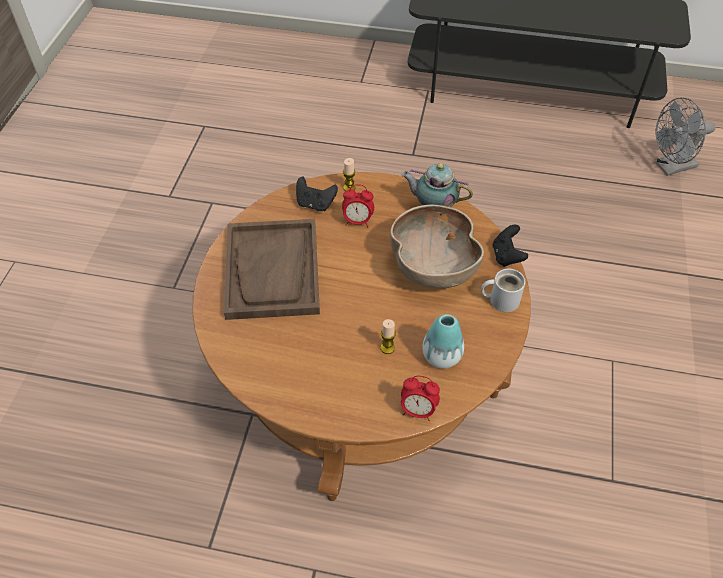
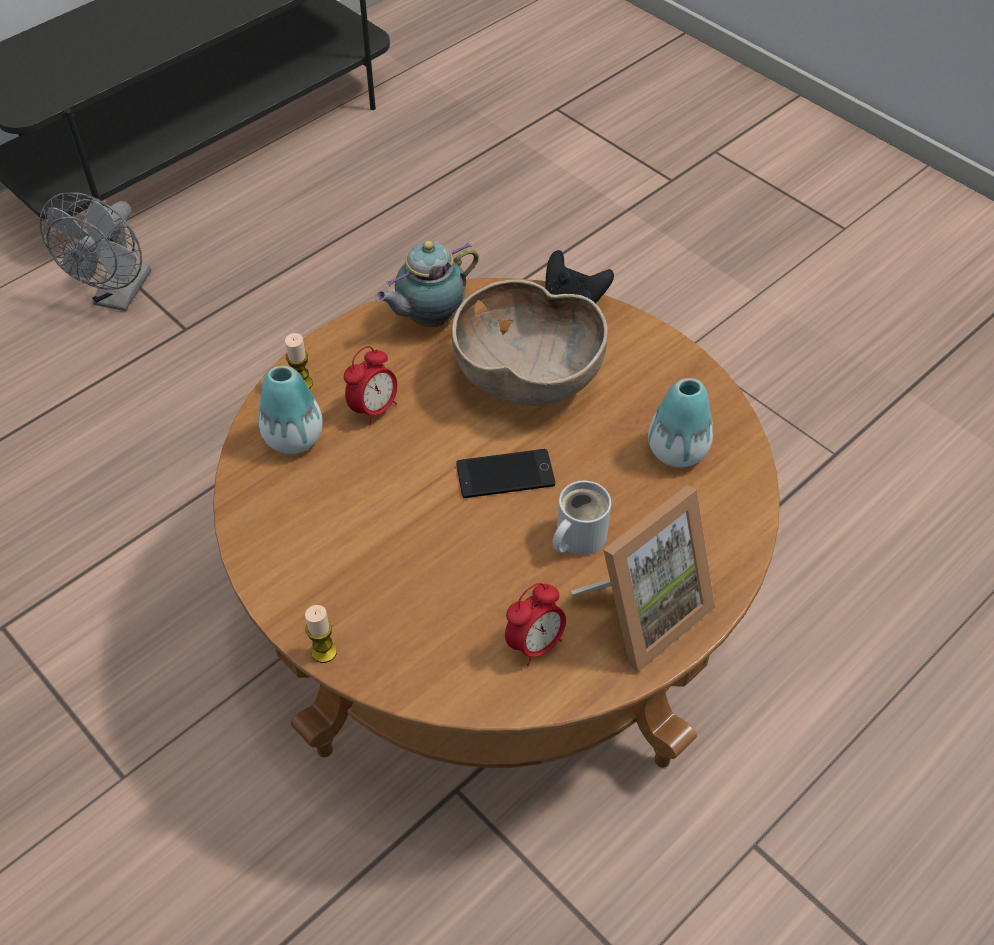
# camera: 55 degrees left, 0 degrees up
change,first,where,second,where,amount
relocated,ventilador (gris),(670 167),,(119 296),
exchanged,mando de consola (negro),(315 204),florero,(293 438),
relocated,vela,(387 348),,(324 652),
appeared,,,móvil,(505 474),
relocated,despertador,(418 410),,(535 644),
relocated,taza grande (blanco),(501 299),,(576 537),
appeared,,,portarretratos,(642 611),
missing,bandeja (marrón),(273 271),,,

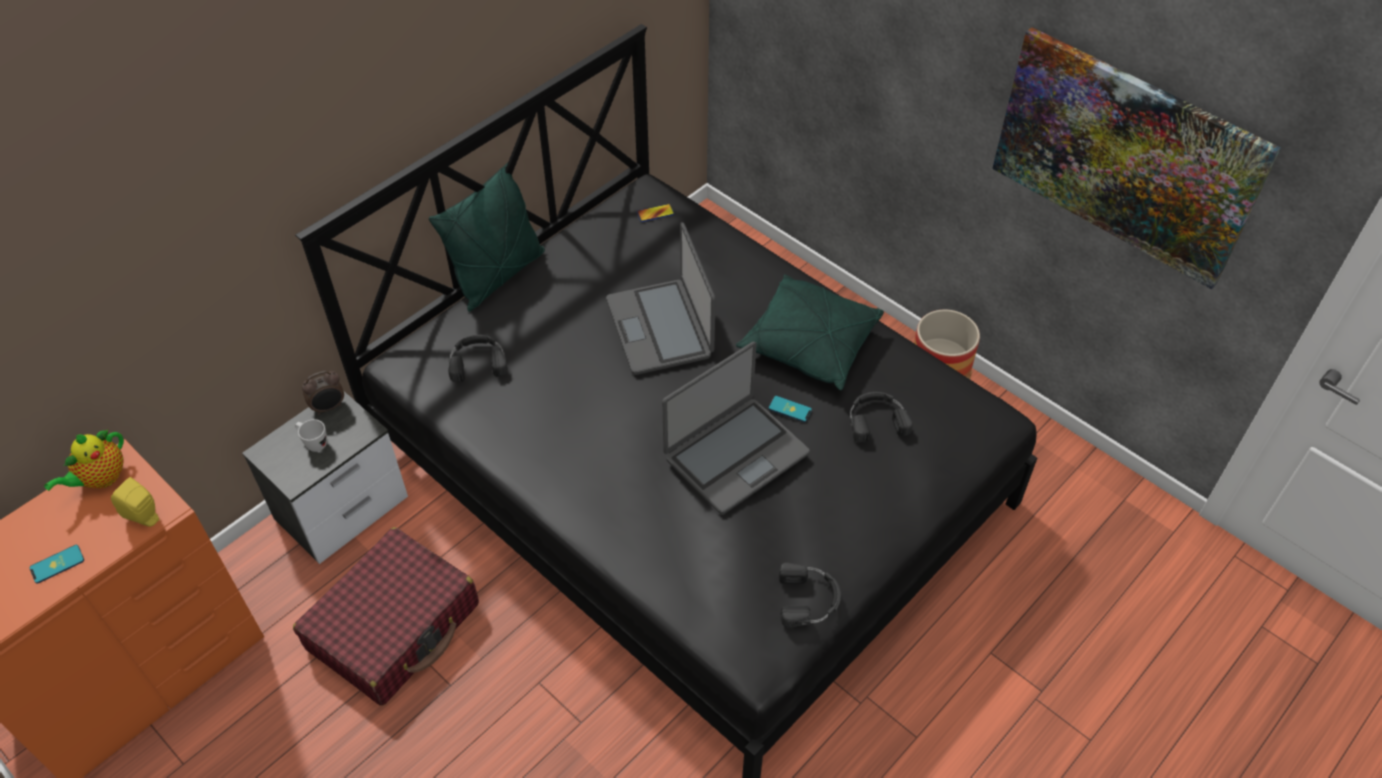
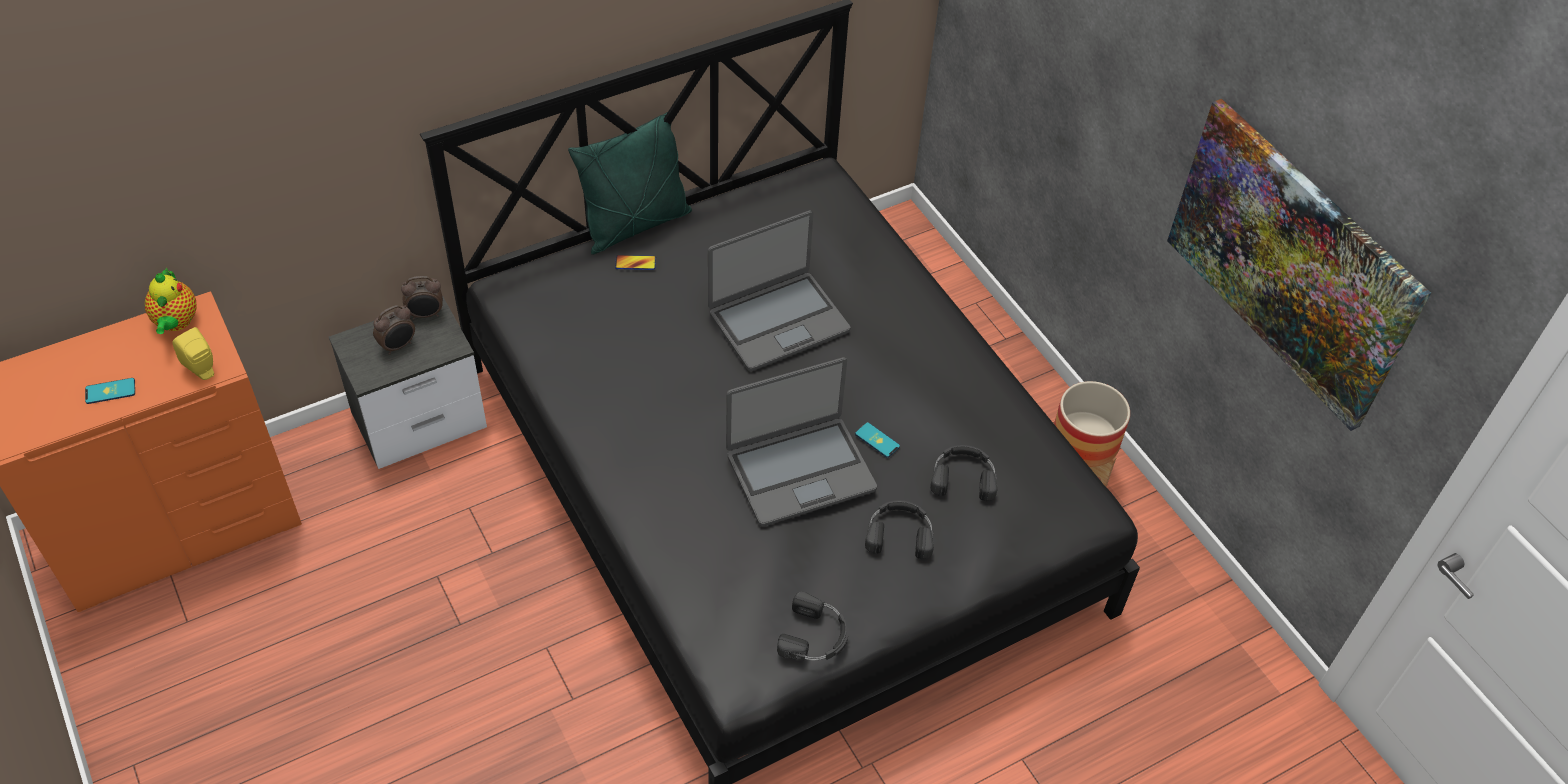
# camera: 15 degrees right, 0 degrees up
change,first,where,second,where,amount
spun,tetera,(101 479),,(176 323),60 degrees counterclockwise
exchanged,taza grande (blanco),(313 443),despertador,(398 346),
relocated,móvil,(655 213),,(635 263),
spun,portátil,(660 328),,(778 321),120 degrees counterclockwise
relocated,auriculares (negro),(477 361),,(900 532),
missing,maleta (rojo),(394 626),,,
missing,cojín (verde),(809 344),,,

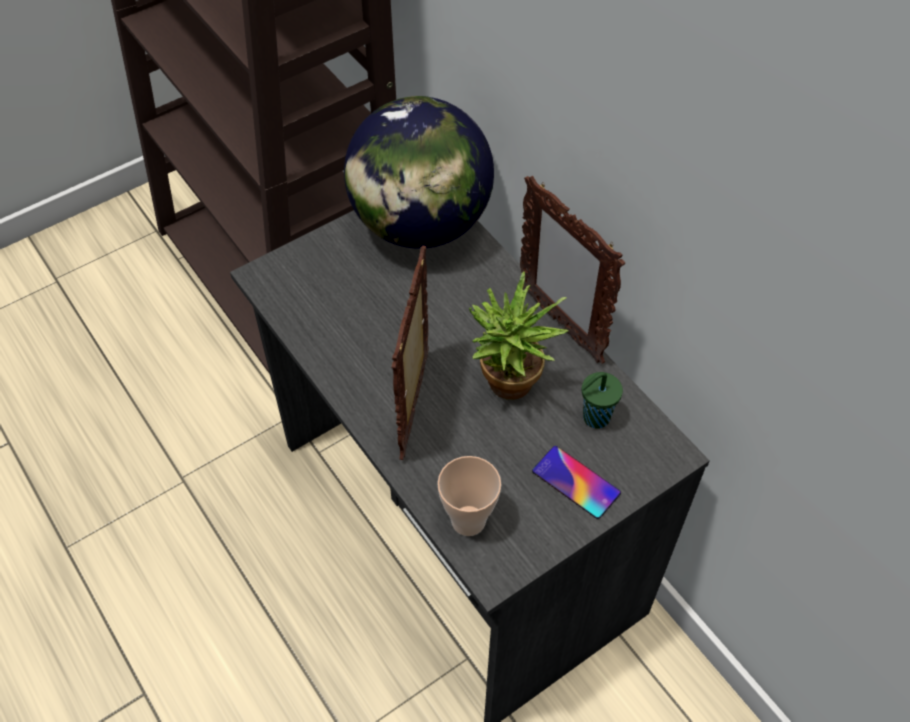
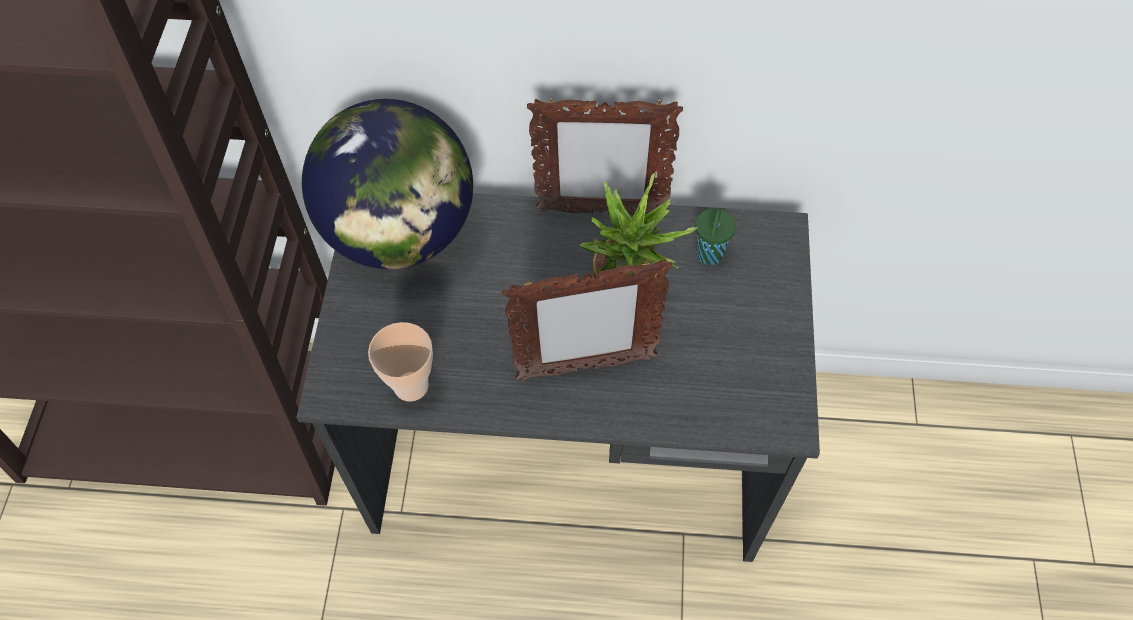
# camera: 50 degrees left, 5 degrees up
change,first,where,second,where,amount
relocated,taza,(468 520),,(411 386),
spun,portarretratos,(416 404),,(585 368),60 degrees counterclockwise
missing,móvil,(576 482),,,

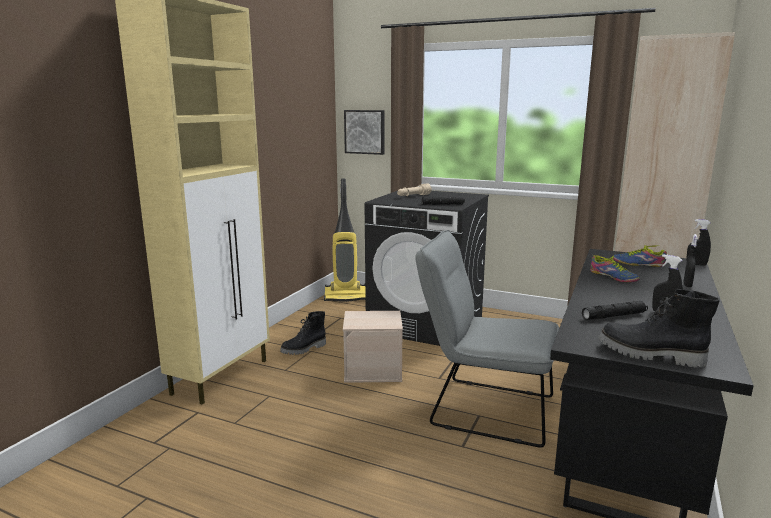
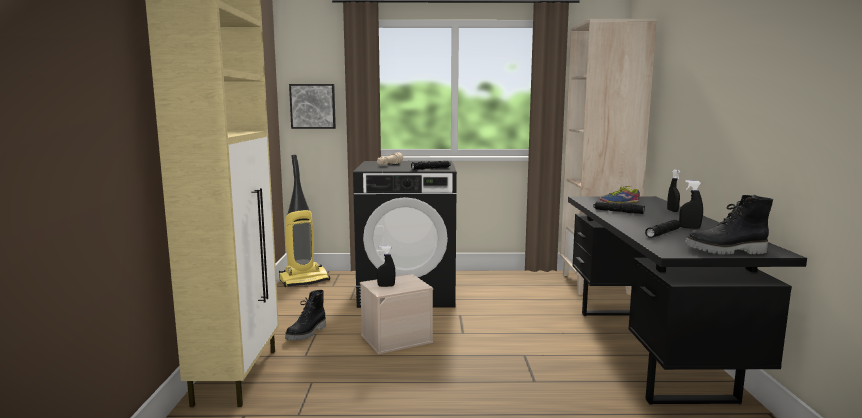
# camera: 25 degrees left, 5 degrees down
change,first,where,second,where,amount
relocated,pulverizador (negro),(696 264),,(386 286),
exchanged,zapato,(612 277),linterna (negro),(618 211),
missing,silla (gris),(483 409),,,

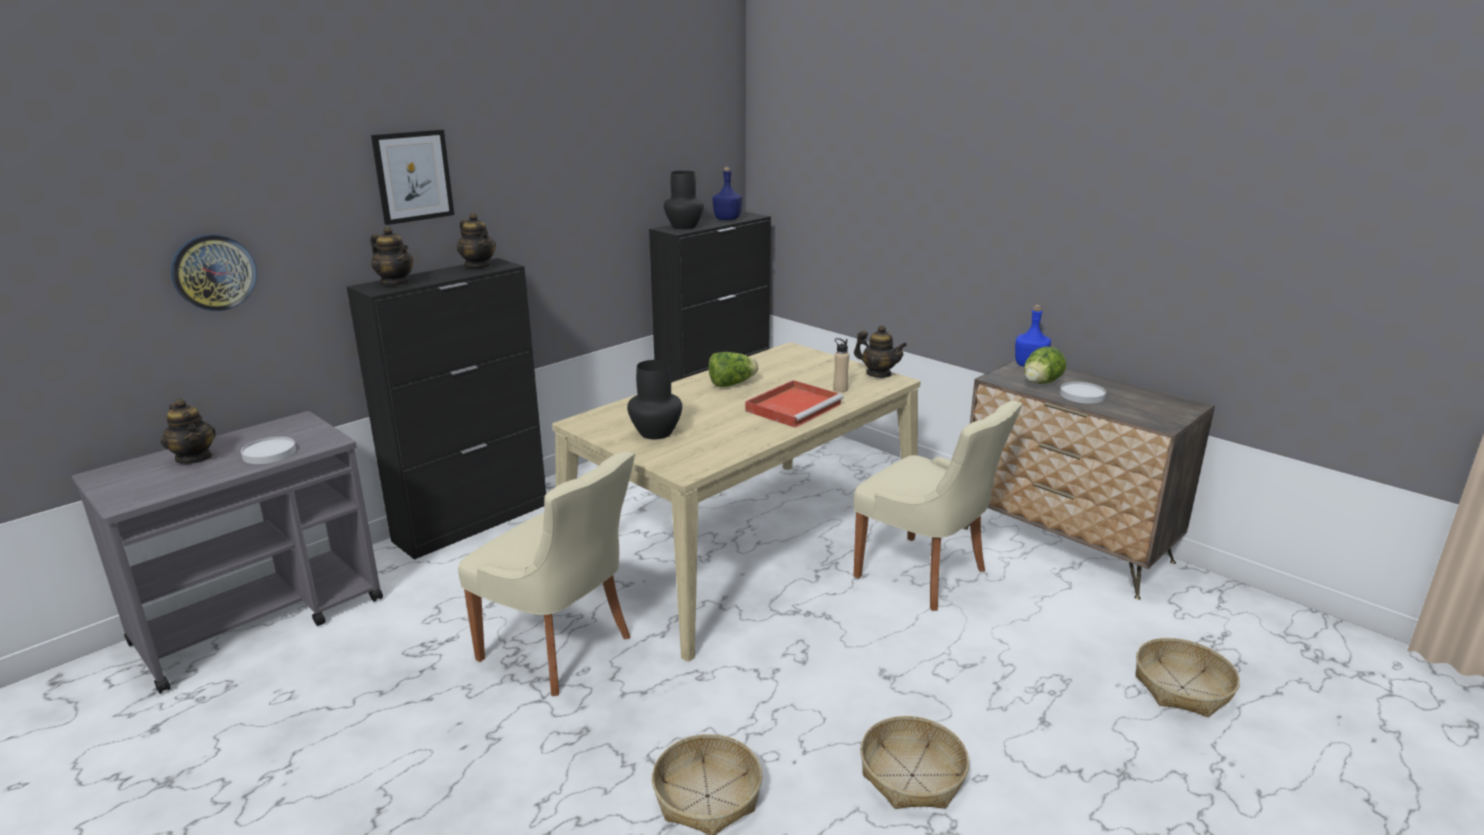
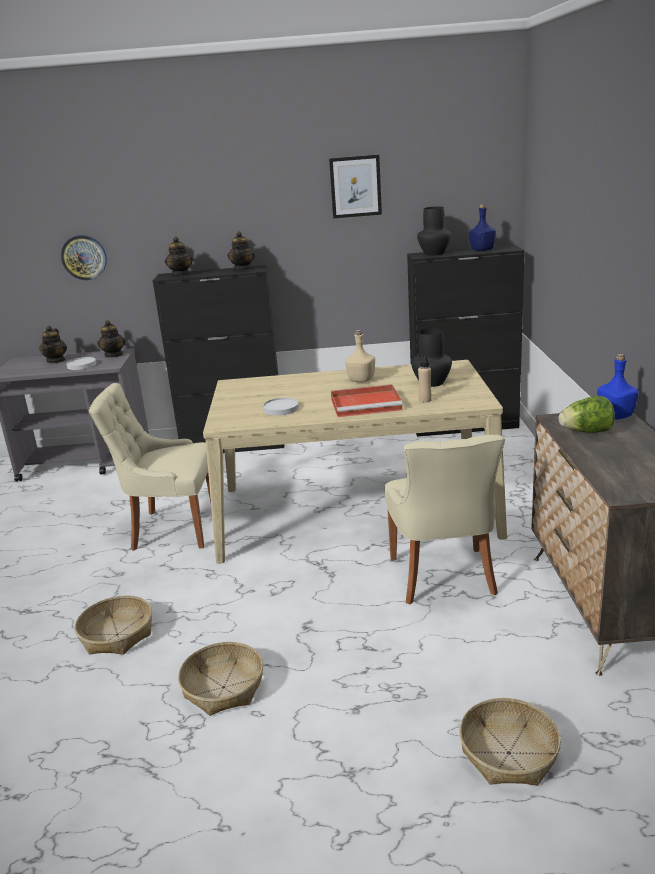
# camera: 45 degrees right, 0 degrees up
change,first,where,second,where,amount
spun,silla (beis),(560 649),,(171 529),105 degrees clockwise
relocated,tetera,(878 374),,(114 355),
relocated,plato (blanco),(1082 395),,(281 408),
relocated,cuadro,(413 176),,(355 186),
exchanged,lechuga,(731 384),botella (beis),(361 380),
relocated,florero (negro),(656 433),,(431 383),

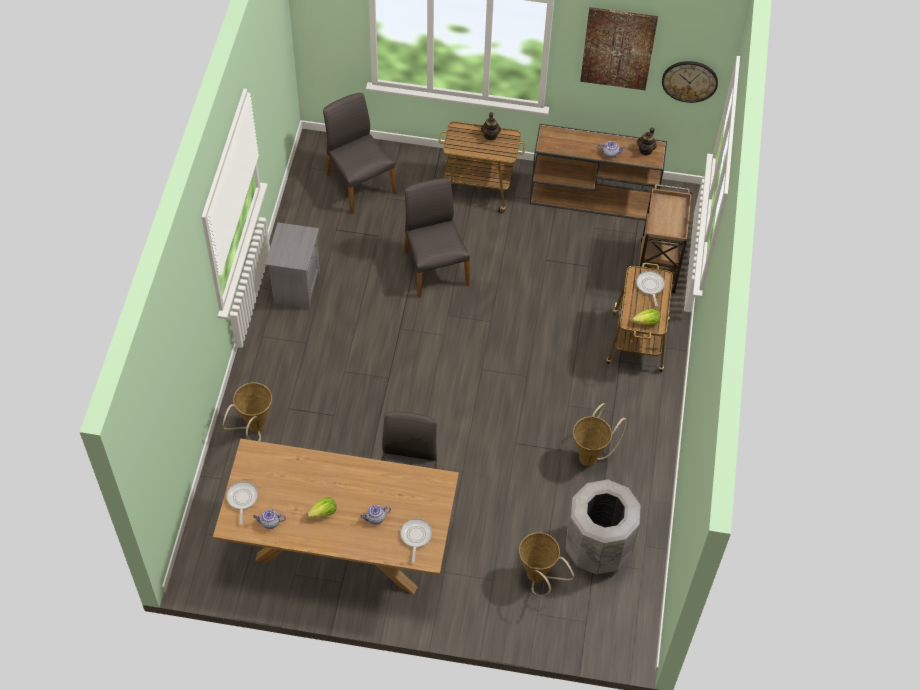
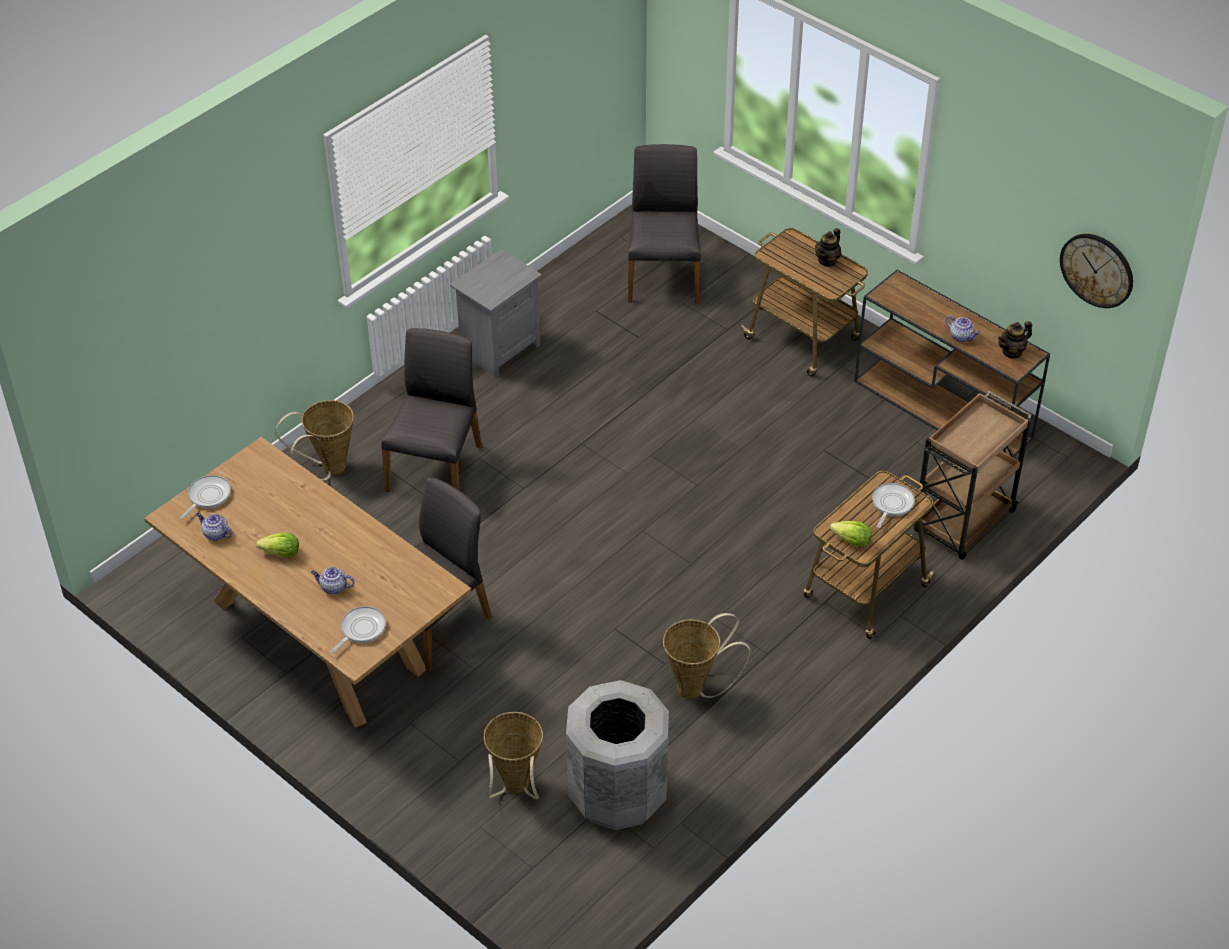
# camera: 35 degrees right, 10 degrees down
change,first,where,second,where,amount
relocated,silla (gris),(434 267),,(436 467),
missing,cuadro,(618 48),,,

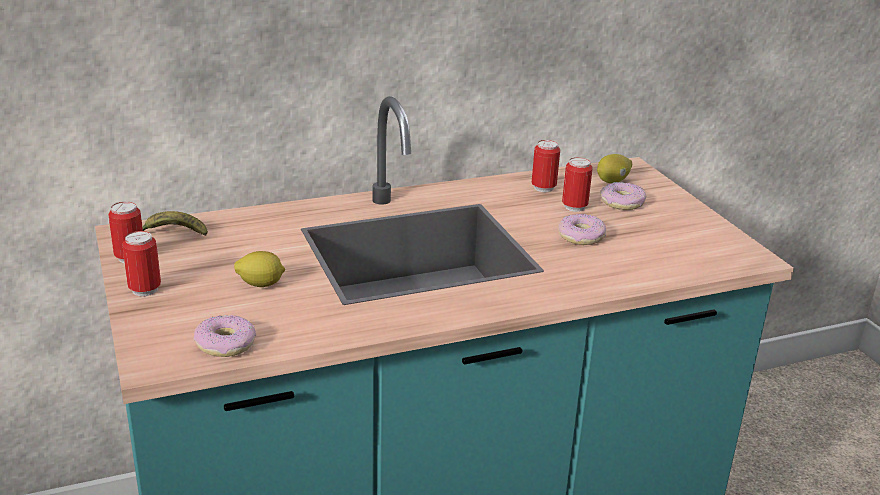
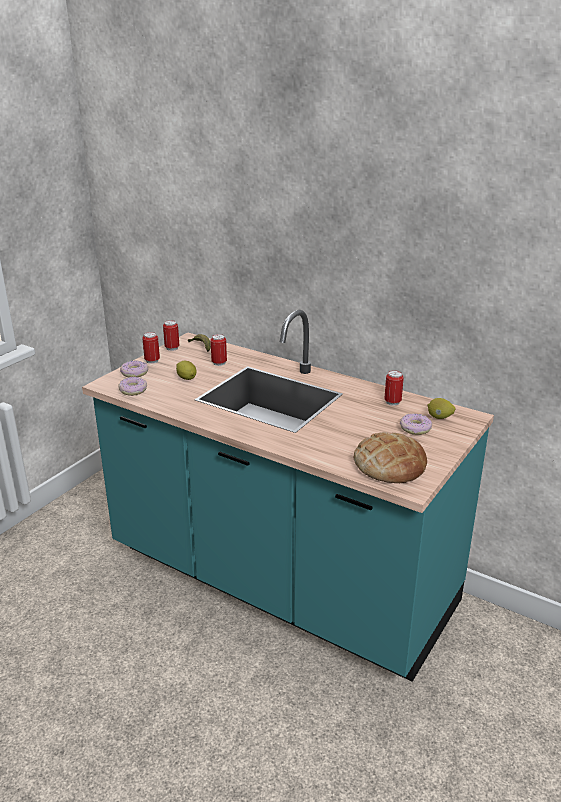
# camera: 55 degrees right, 0 degrees up
change,first,where,second,where,amount
relocated,rosquilla,(581 236),,(134 373),
relocated,lata,(574 207),,(219 363),
appeared,,,pan,(390 465),

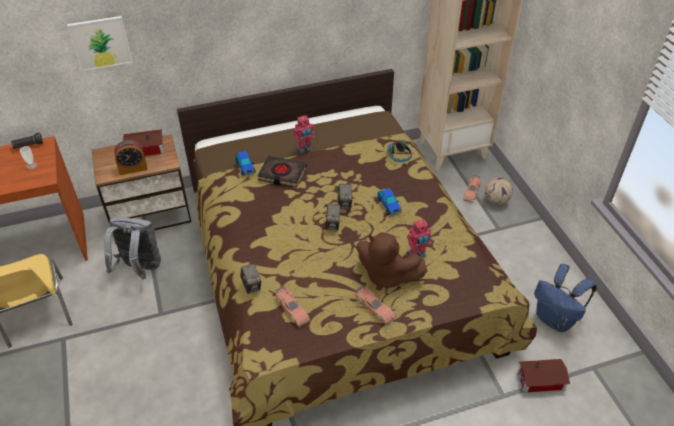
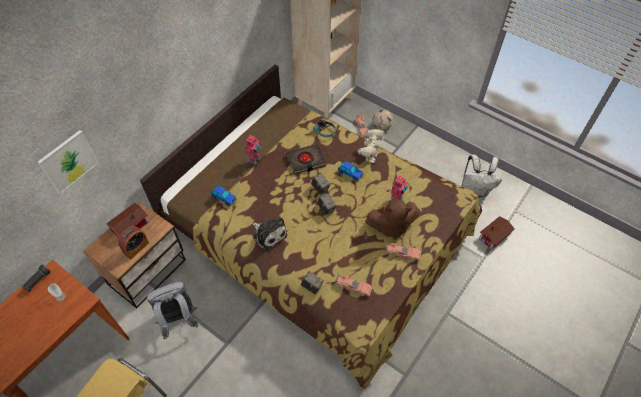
# camera: 35 degrees left, 10 degrees up
change,first,where,second,where,amount
appeared,,,peluche,(269 234),
relocated,libro (negro),(282 174),,(305 161),
appeared,,,robot de juguete,(370 156),
colour,mochila (azul),(555 319),mochila (blanco),(474 191),

